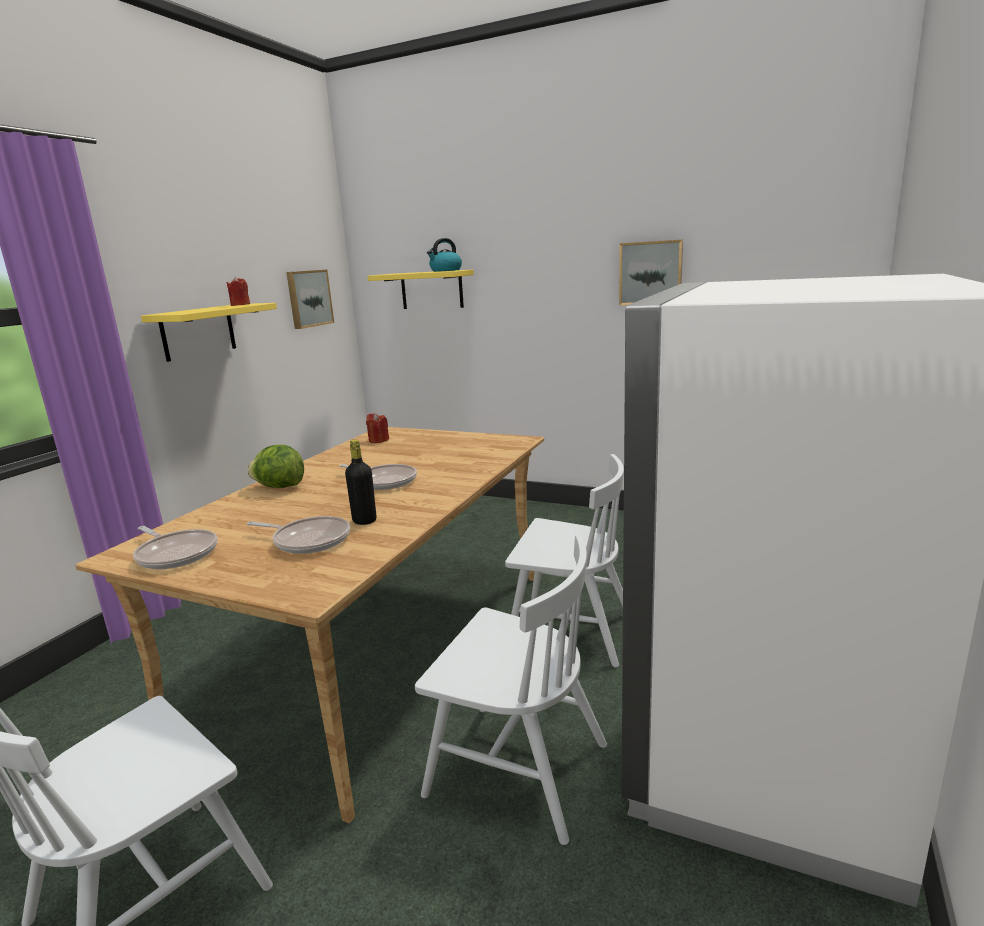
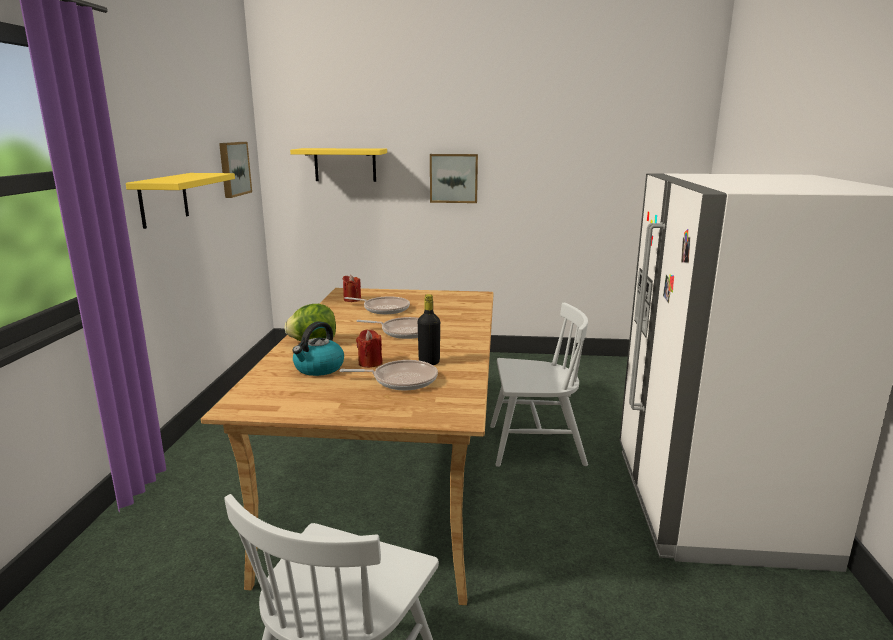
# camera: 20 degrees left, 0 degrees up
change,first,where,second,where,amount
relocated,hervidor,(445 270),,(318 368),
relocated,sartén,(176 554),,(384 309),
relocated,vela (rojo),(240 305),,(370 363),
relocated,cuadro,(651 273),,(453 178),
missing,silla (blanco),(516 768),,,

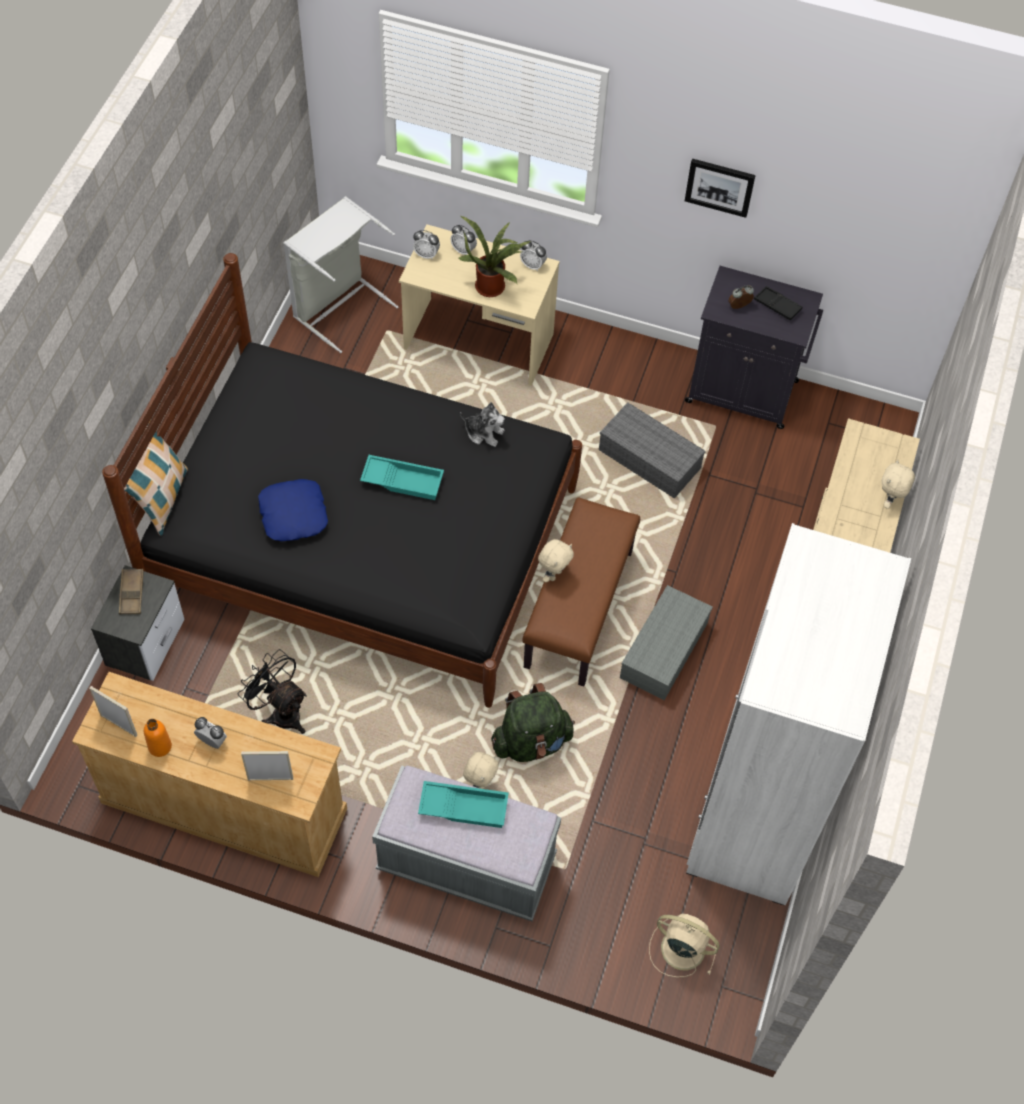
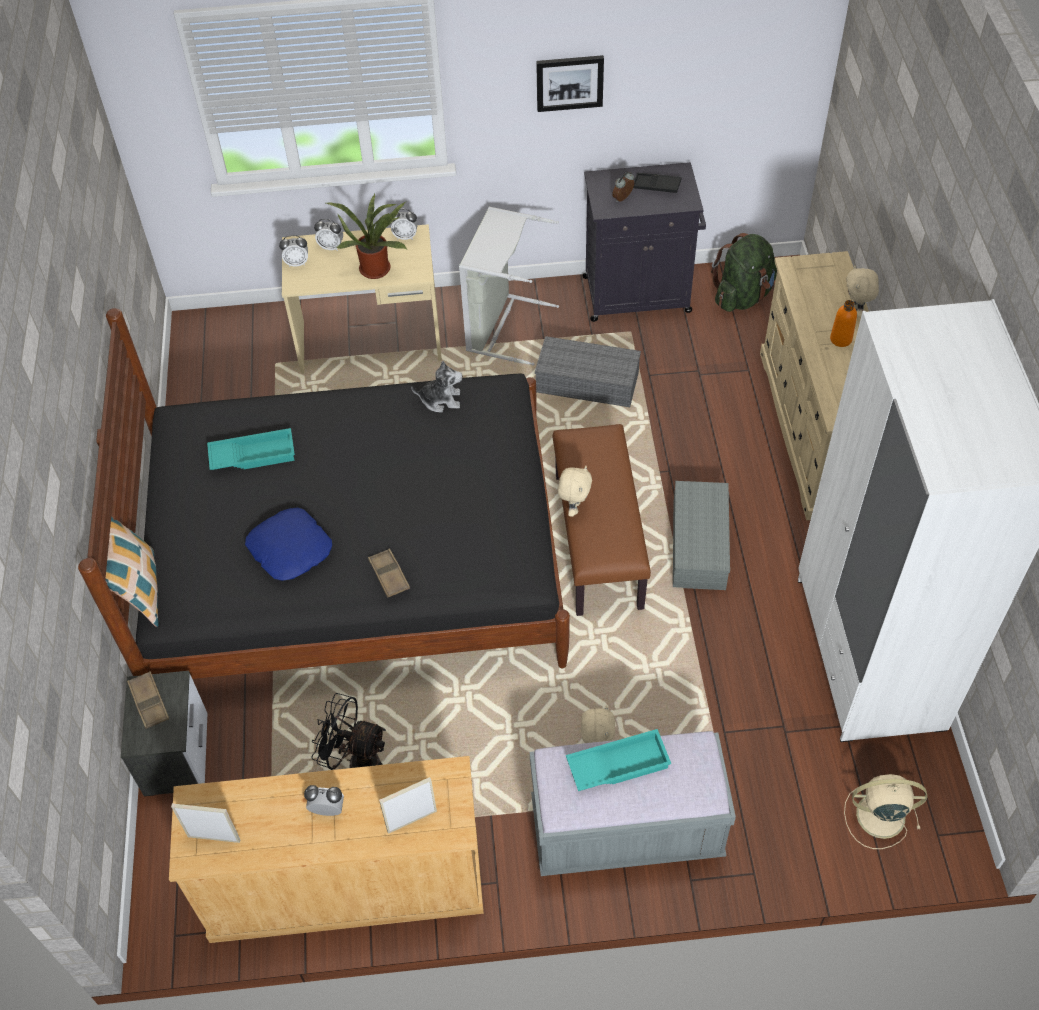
# camera: 20 degrees left, 5 degrees down
change,first,where,second,where,amount
relocated,bandeja (turquesa),(403 480),,(253 454),
appeared,,,bandeja (marrón),(389 575),
relocated,cesto de la ropa (gris),(338 306),,(502 326),
relocated,mochila (verde),(531 741),,(743 296),
relocated,botella (naranja),(160 746),,(841 339),

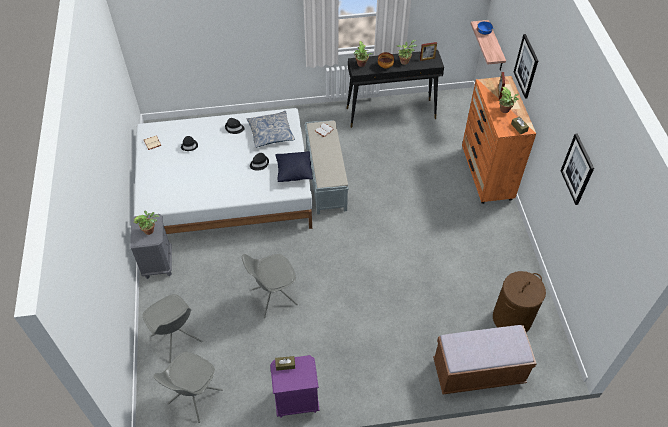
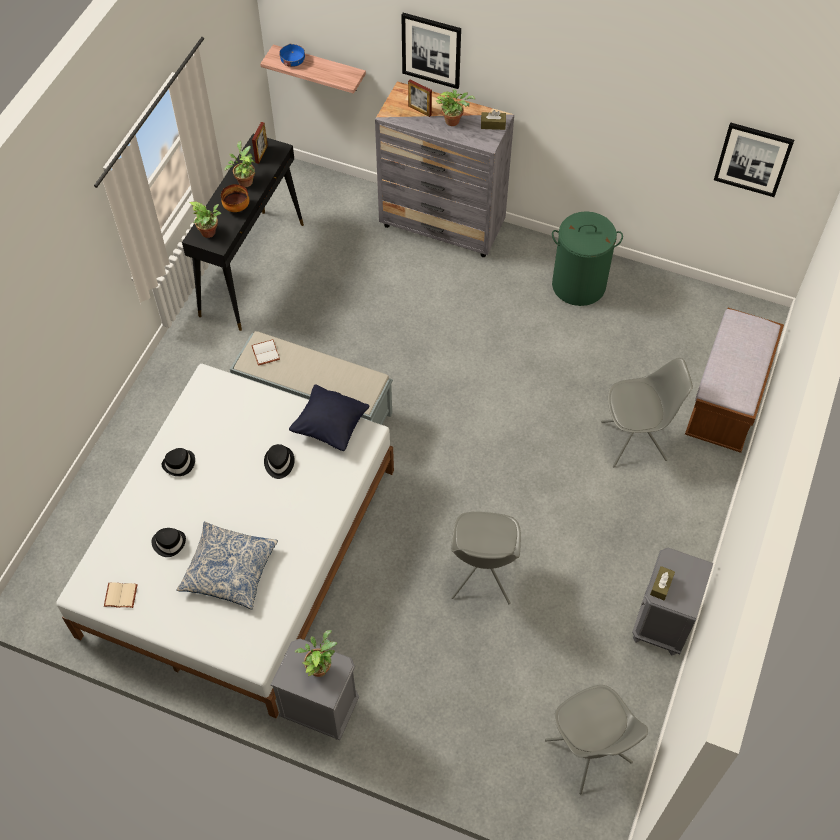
# camera: 60 degrees left, 5 degrees up
change,first,where,second,where,amount
relocated,cojín,(271 133),,(229 570),
colour,cómoda (naranja),(486 175),cómoda (gris),(442 226),
appeared,,,cesto de la ropa (verde),(579 285),
relocated,silla (gris),(177 339),,(635 441),
colour,mesita de noche (morado),(296 401),mesita de noche (gris),(662 624),
relocated,cuadro,(577 169),,(753 159),
missing,cesto de la ropa (marrón),(512 318),,,

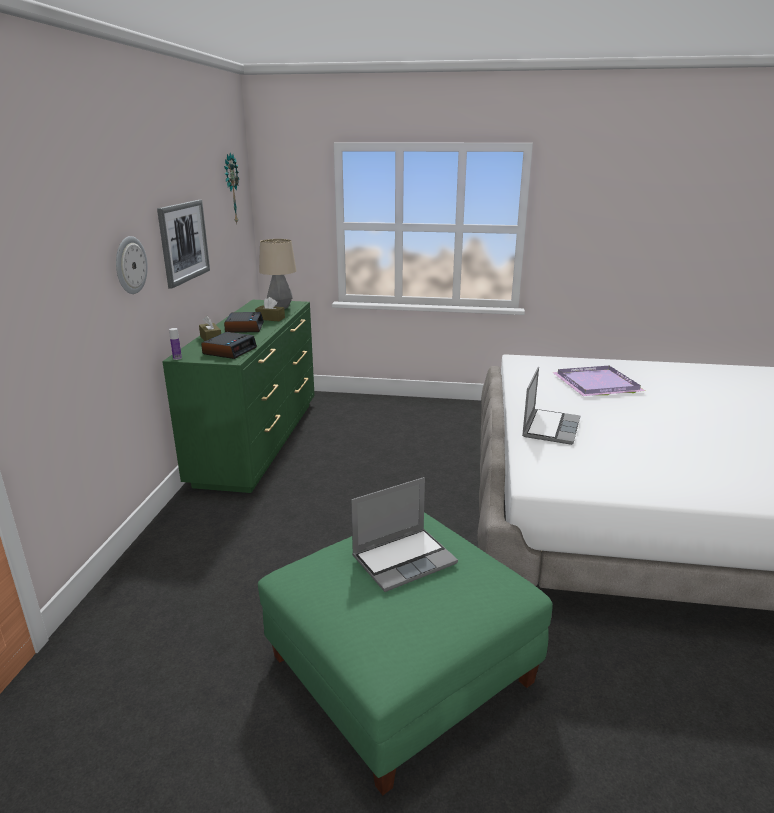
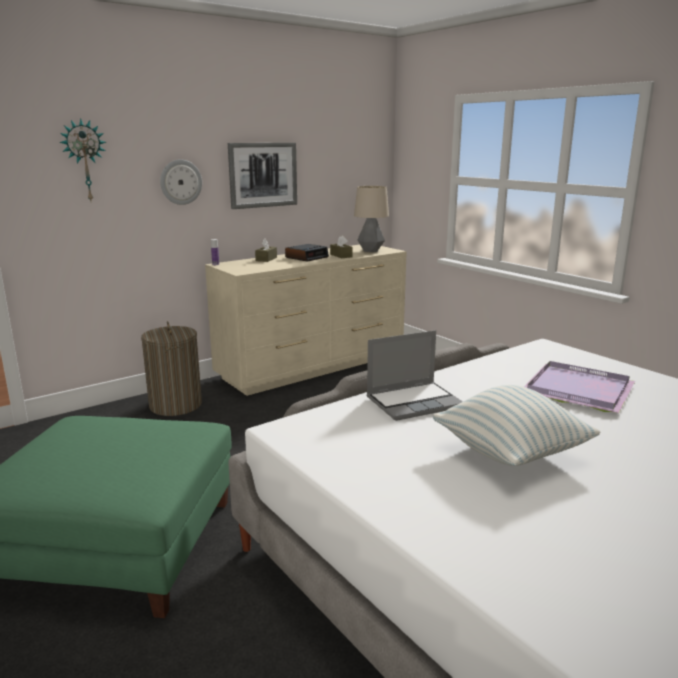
# camera: 45 degrees right, 5 degrees down
change,first,where,second,where,amount
relocated,reloj de pared,(230 189),,(84 161),
appeared,,,cesto de la ropa,(176 405),
colour,cómoda (verde),(259 441),cómoda (beis),(314 366),
appeared,,,cojín,(511 454),
missing,despertador,(229 351),,,
missing,portátil,(404 559),,,

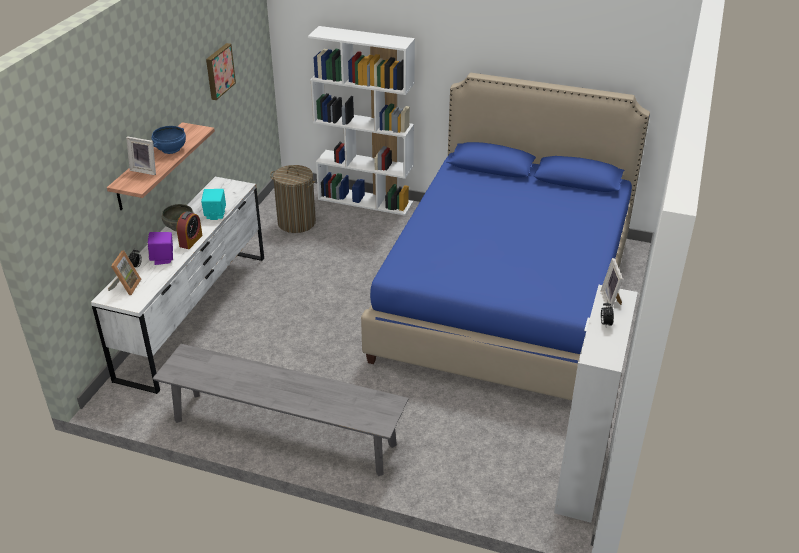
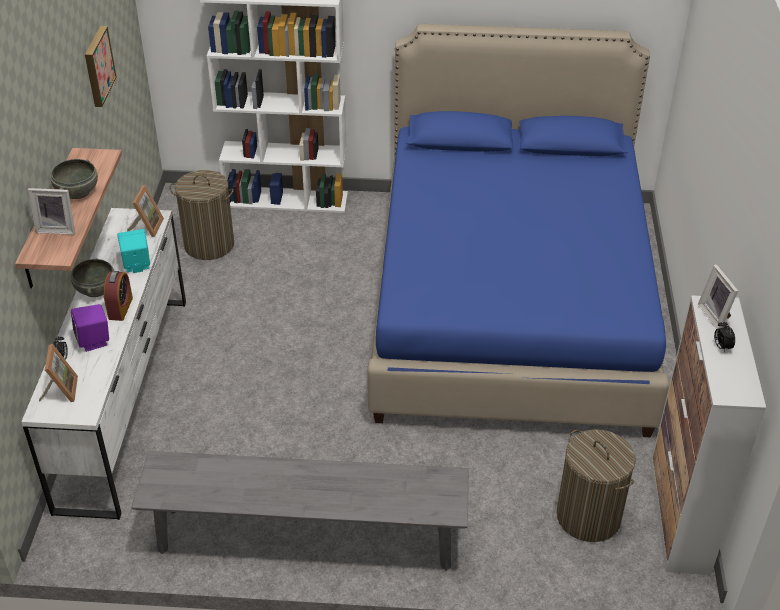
# camera: 15 degrees left, 5 degrees up
change,first,where,second,where,amount
colour,cuenco (azul),(170 149),cuenco (gris),(77 191),
appeared,,,portarretratos,(147 227),
appeared,,,cesto de la ropa,(588 517),

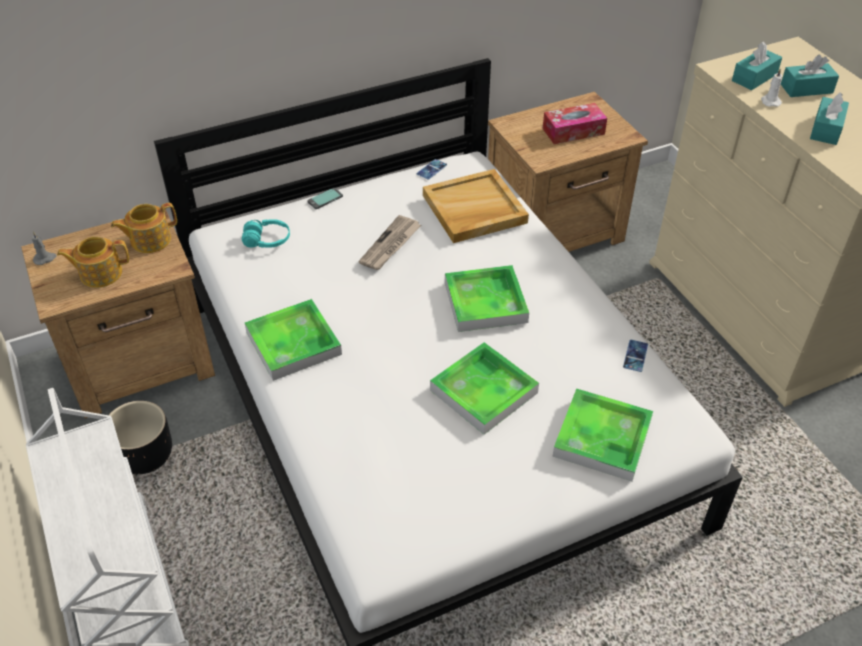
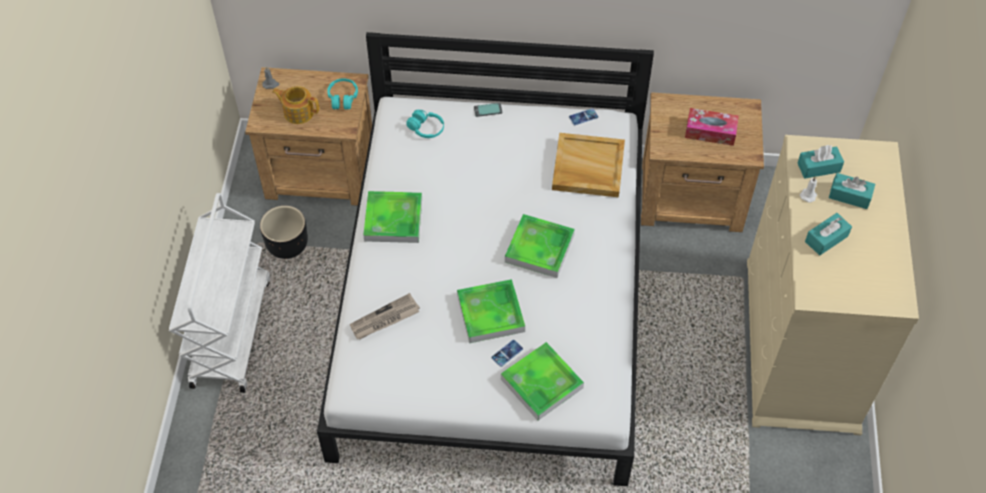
# camera: 30 degrees right, 10 degrees up
change,first,where,second,where,amount
exchanged,tetera,(149 240),auriculares (turquesa),(343 98),
relocated,periódico,(390 245),,(384 319),
relocated,móvil,(635 356),,(507 353),

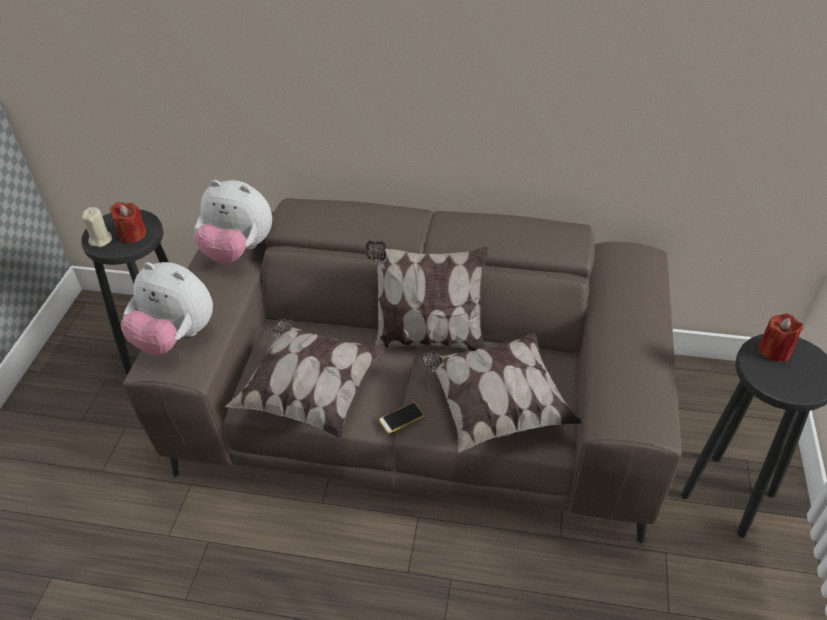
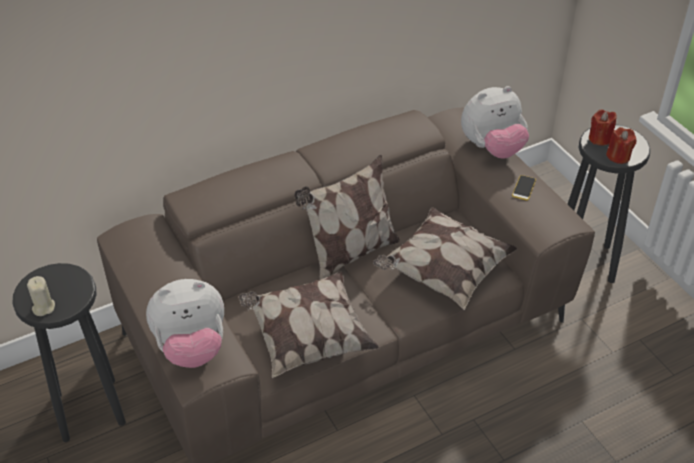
# camera: 40 degrees left, 0 degrees up
change,first,where,second,where,amount
relocated,peluche,(238 251),,(492 148),
relocated,móvil,(401 418),,(524 188),
relocated,vela (rojo),(132 235),,(618 156),

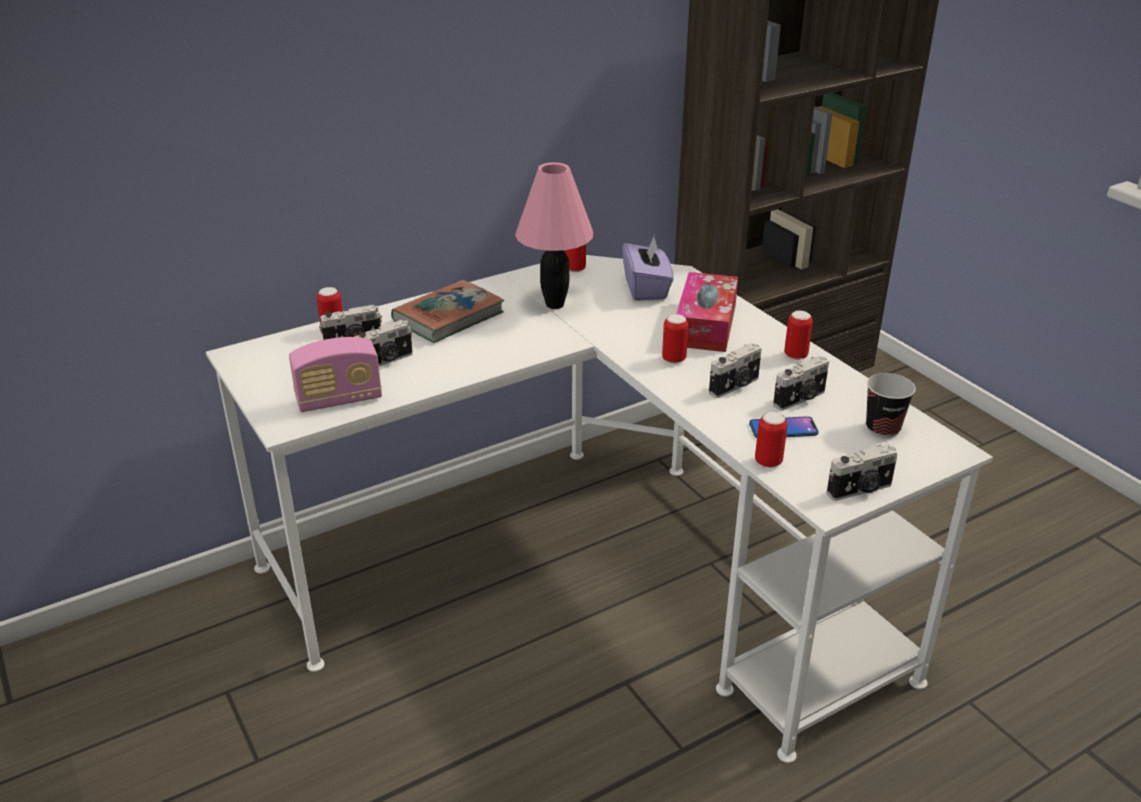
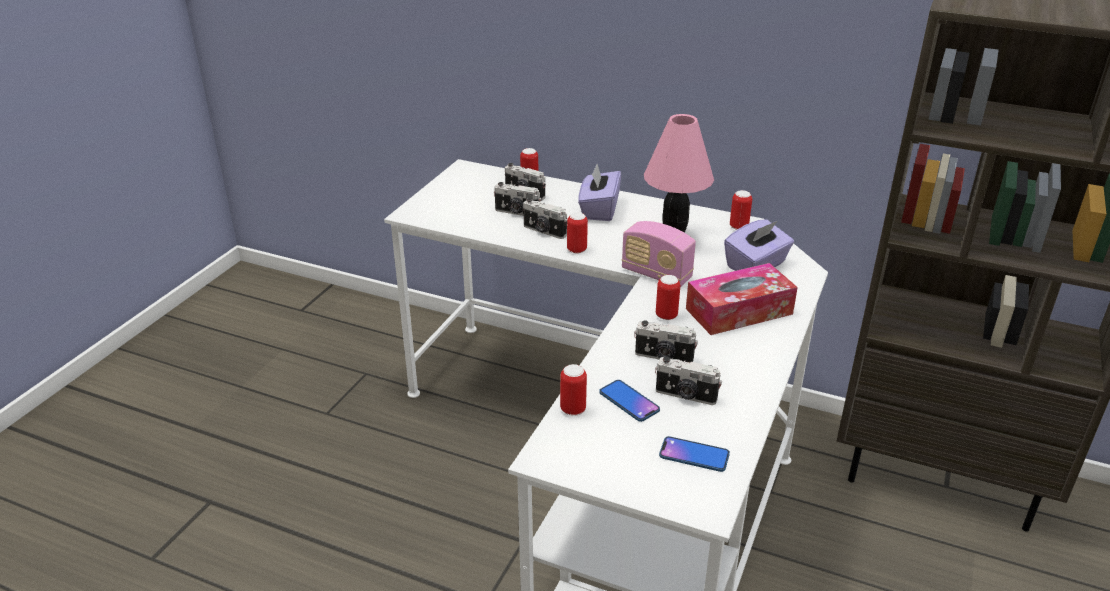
# camera: 55 degrees right, 0 degrees up
change,first,where,second,where,amount
relocated,cámara,(860 490),,(544 231),
relocated,lata,(795 355),,(576 250),
exchanged,libro,(448 317),caja de pañuelos (morado),(599 210),
relocated,radio,(339 400),,(656 274),
exchanged,taza,(882 428),móvil,(694 455),

